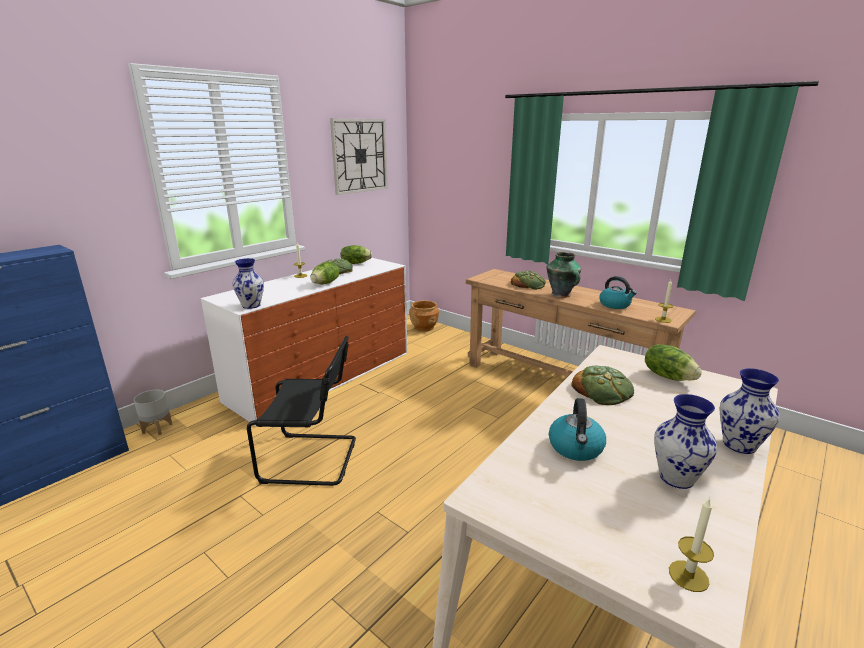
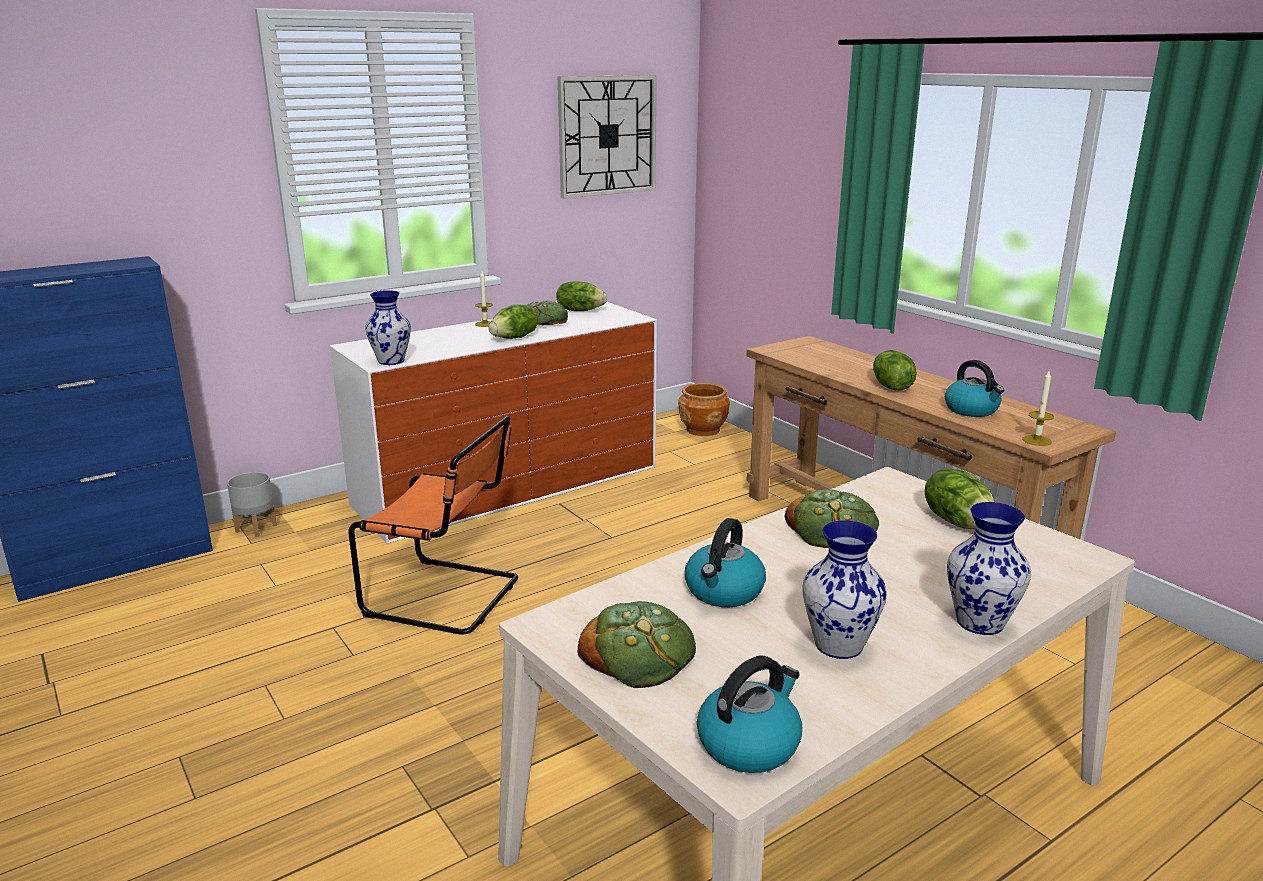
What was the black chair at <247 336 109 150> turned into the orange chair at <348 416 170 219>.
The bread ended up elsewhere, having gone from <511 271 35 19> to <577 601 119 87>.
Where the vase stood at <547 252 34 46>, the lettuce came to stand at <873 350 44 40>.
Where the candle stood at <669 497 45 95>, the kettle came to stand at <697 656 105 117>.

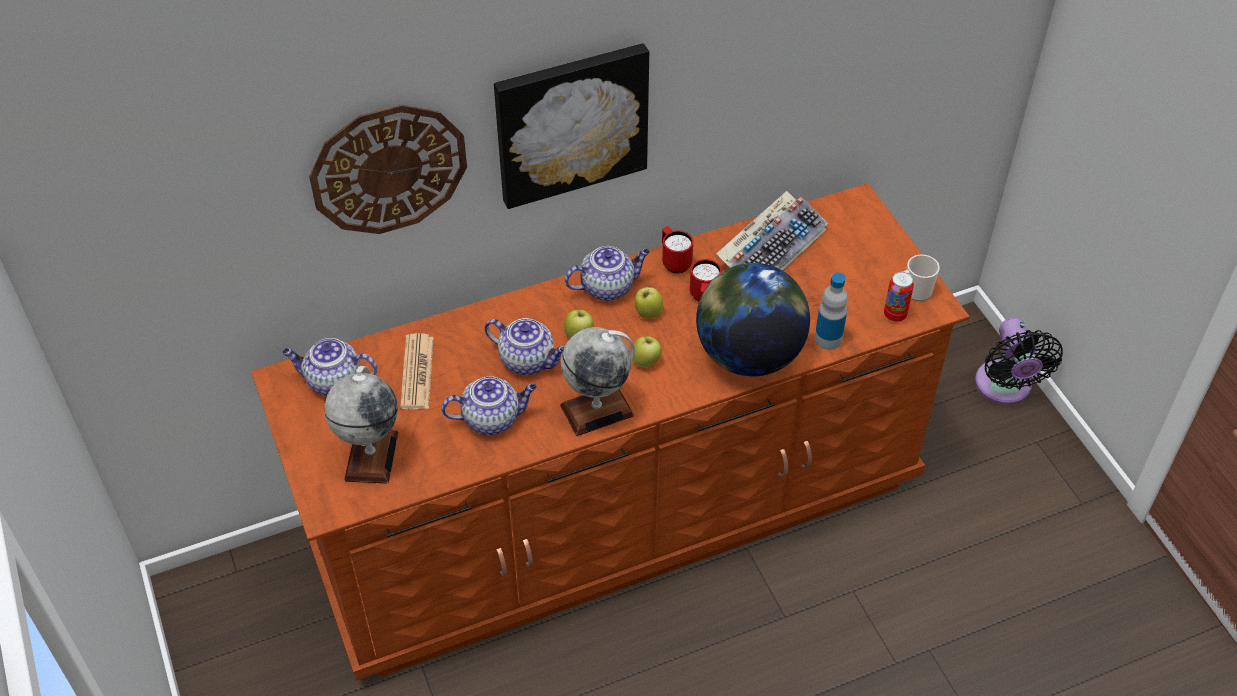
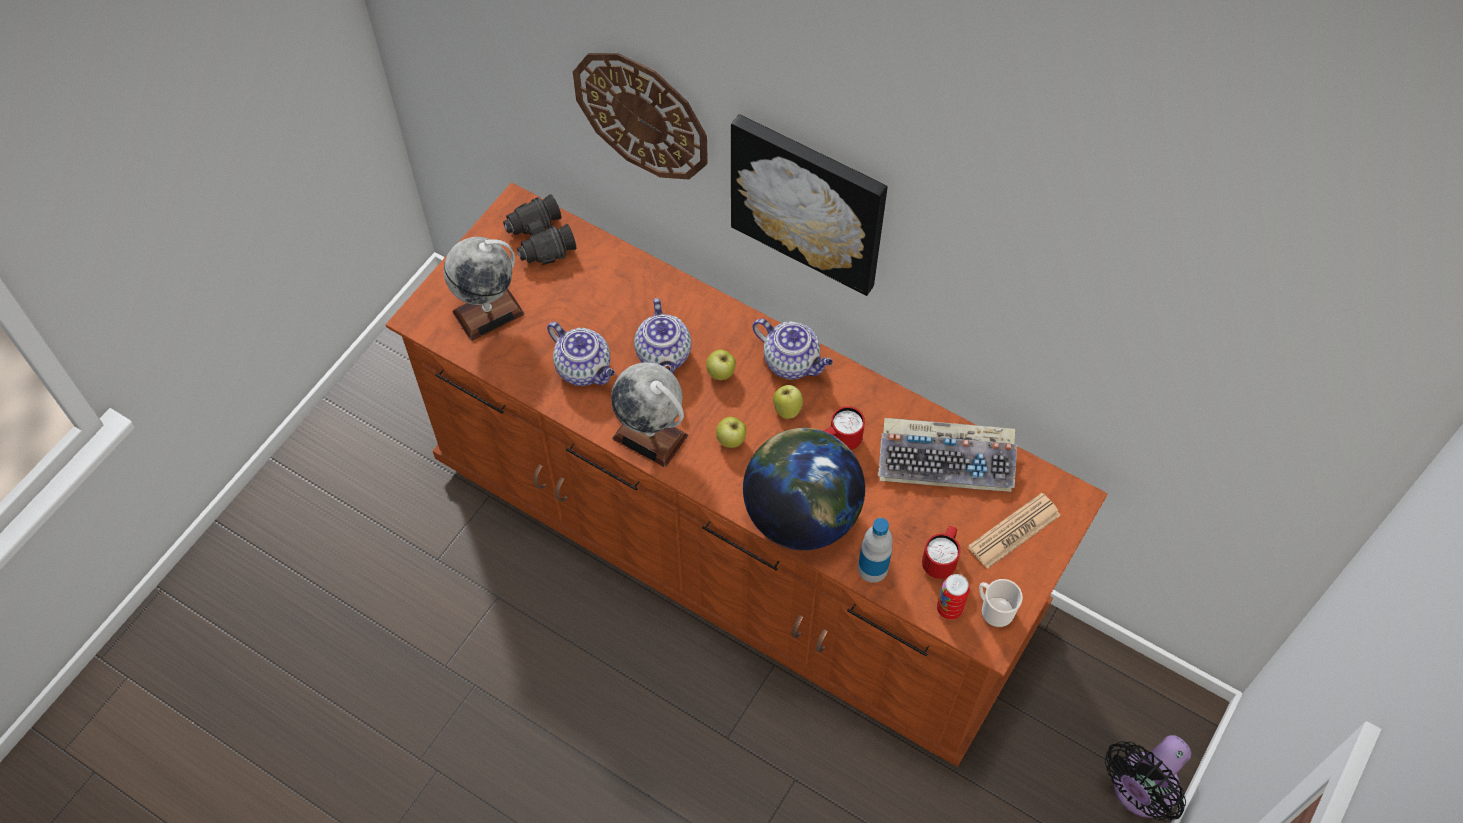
Where the teapot stood at <282 338 95 58>, the black binoculars came to stand at <503 194 73 71>.
The newspaper ended up elsewhere, having gone from <400 333 34 76> to <968 493 93 76>.
The red mug ended up elsewhere, having gone from <662 227 31 46> to <922 526 38 53>.

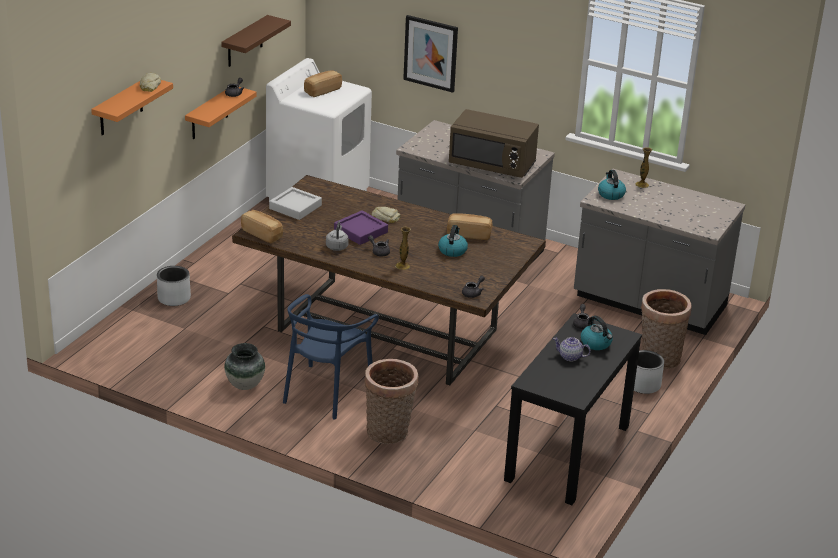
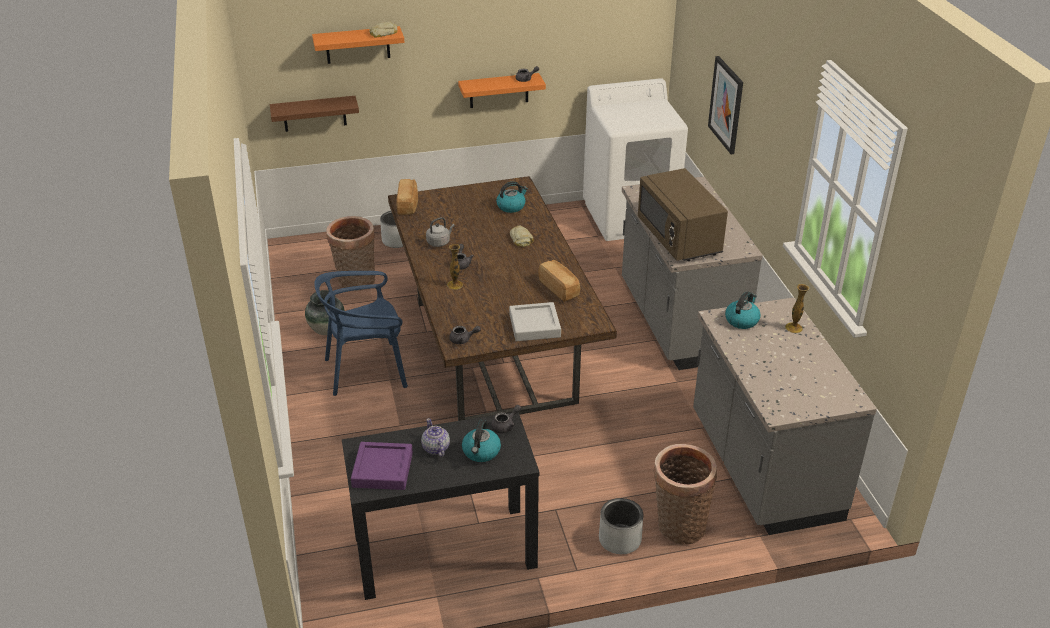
The brown shelf ended up elsewhere, having gone from <221 15 70 52> to <270 96 89 36>.
The grey tray ended up elsewhere, having gone from <269 187 53 33> to <509 302 52 39>.
The second view lost the bread at <304 71 38 26>.
The purple tray ended up elsewhere, having gone from <334 210 54 35> to <351 442 62 48>.
The basket ended up elsewhere, having gone from <364 359 54 85> to <326 216 49 75>.
The kettle ended up elsewhere, having gone from <438 225 30 32> to <496 181 32 32>.

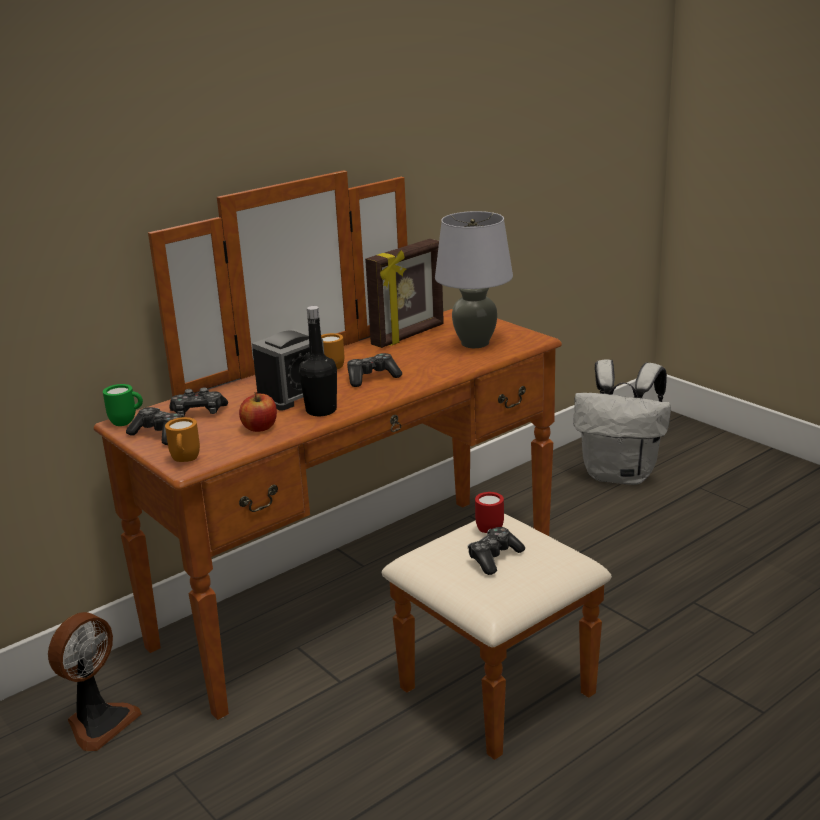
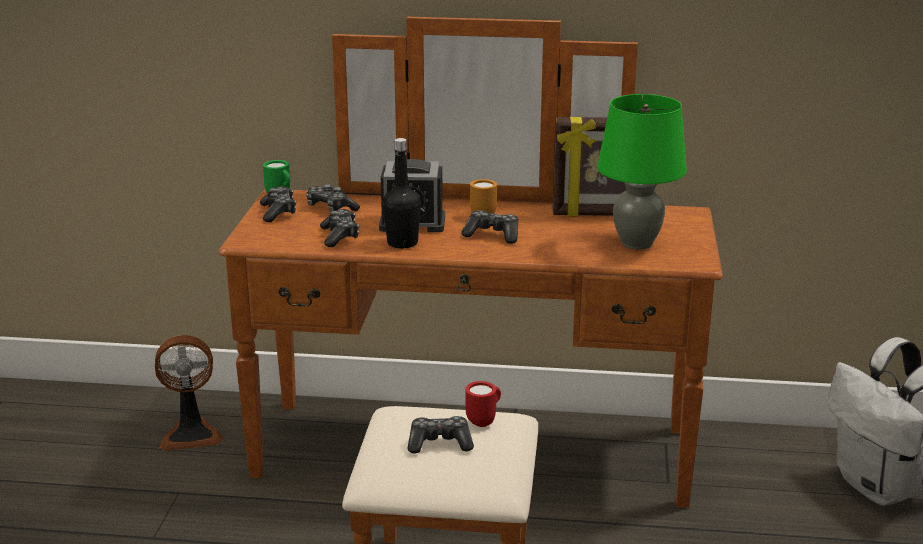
The second view lost the orange mug at <165 417 35 45>.
Where the apple stood at <239 392 38 40>, the game controller came to stand at <320 209 39 38>.
What was the grey table lamp at <435 211 78 137> turned into the green table lamp at <597 94 90 156>.

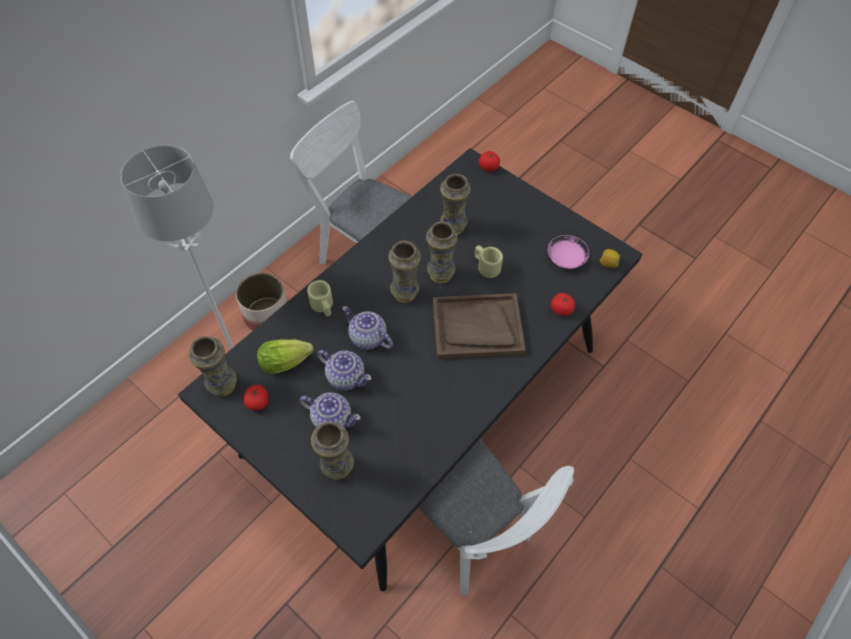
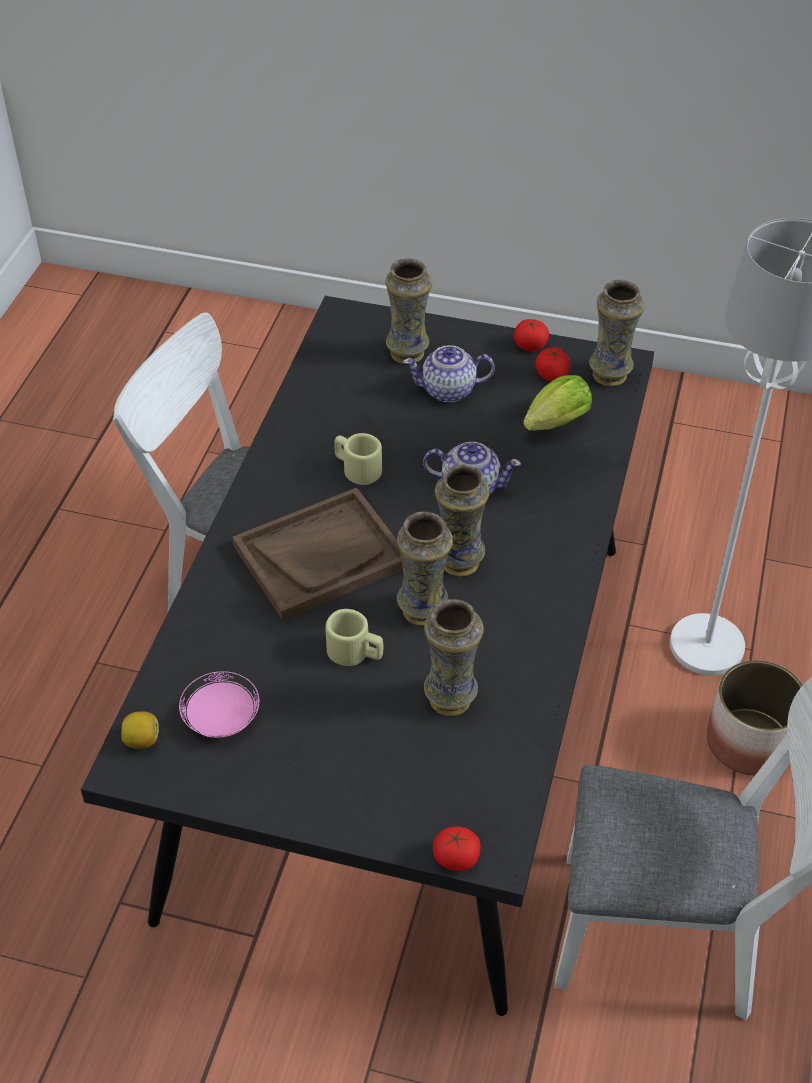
The beige mug ended up elsewhere, having gone from <307 280 26 36> to <334 433 48 52>.
The second view lost the teapot at <317 350 55 41>.
The tomato ended up elsewhere, having gone from <551 293 24 23> to <514 319 35 32>.

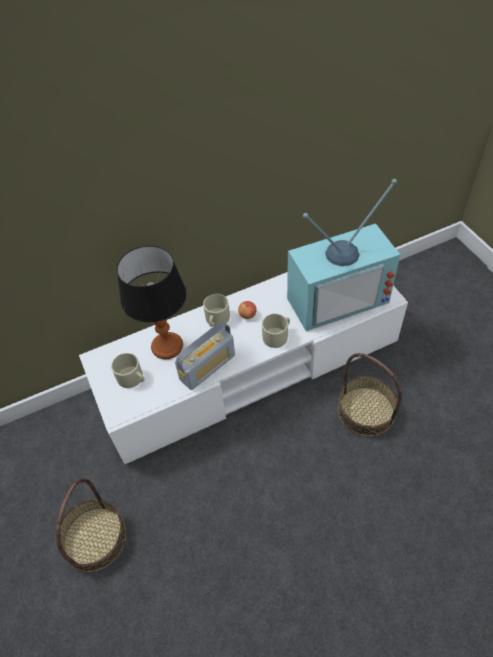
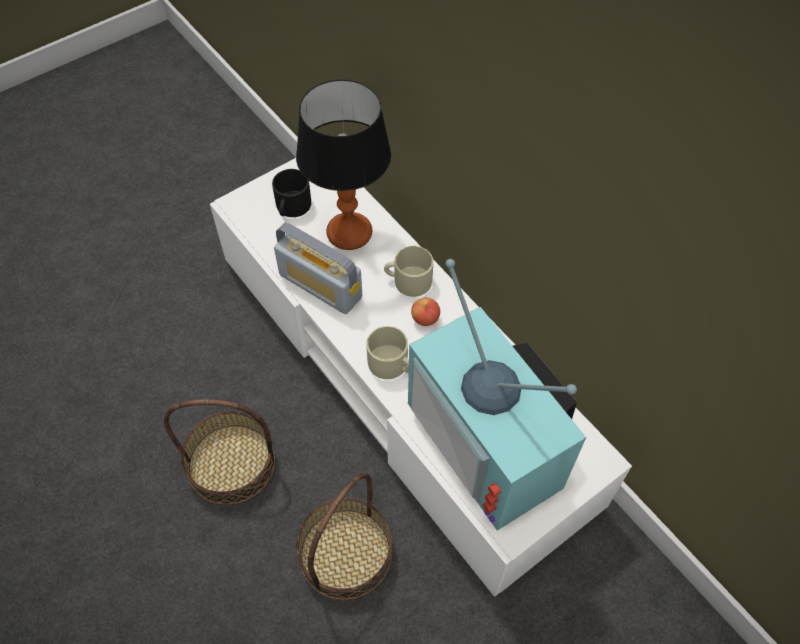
The basket ended up elsewhere, having gone from <56 478 71 94> to <164 399 111 106>.
What was the beige mug at <111 353 33 35> turned into the black mug at <272 169 39 48>.

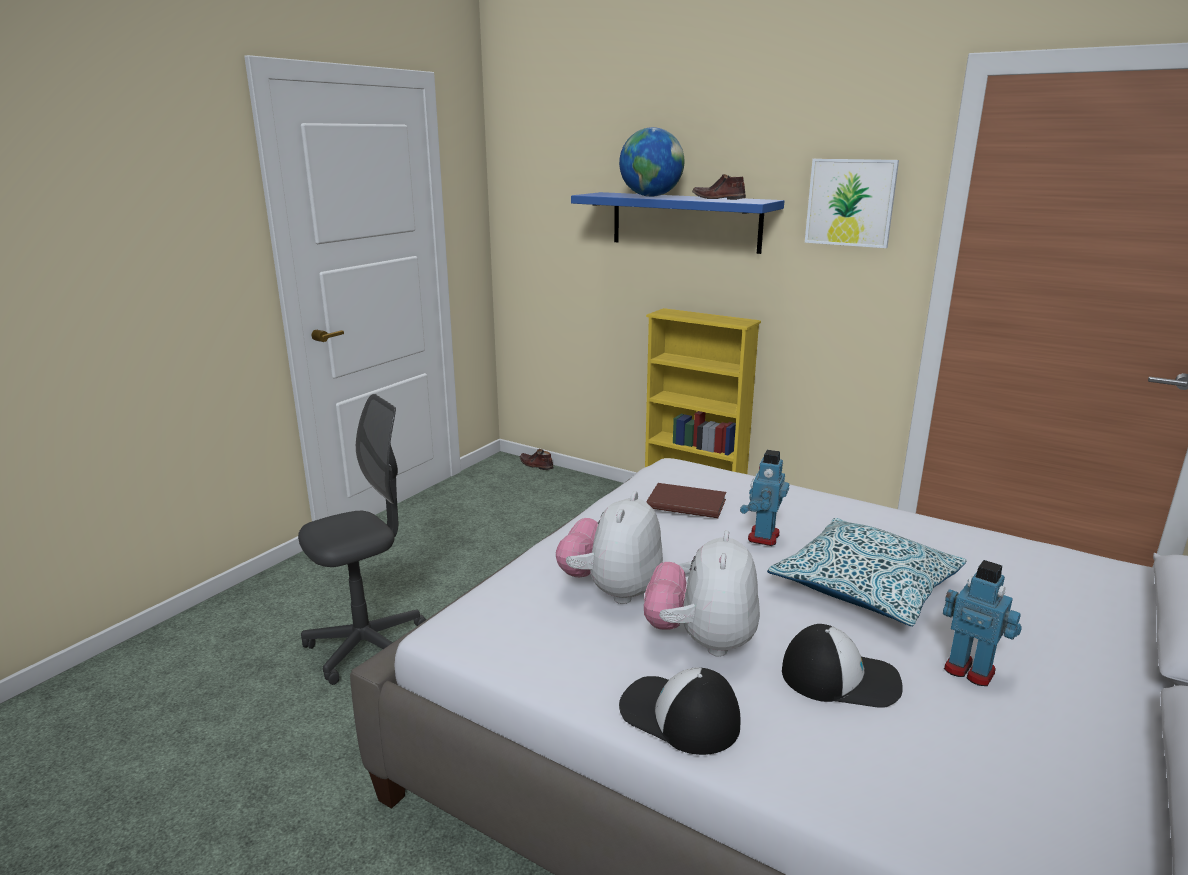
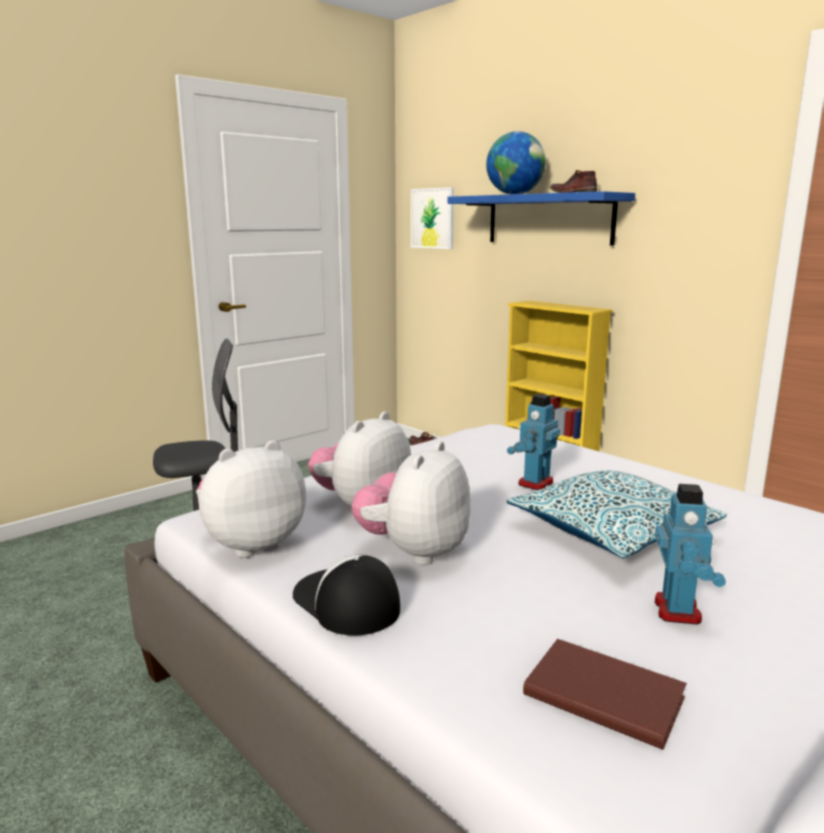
The brown book ended up elsewhere, having gone from <647 483 79 35> to <523 639 164 111>.
The second view lost the cap at <782 624 121 84>.
The picture ended up elsewhere, having gone from <805 159 94 89> to <411 187 43 62>.
The toy robot at <943 560 79 126> ended up facing another way, 45 degrees clockwise from before.
The second view gained the plush toy at <196 440 110 118>.

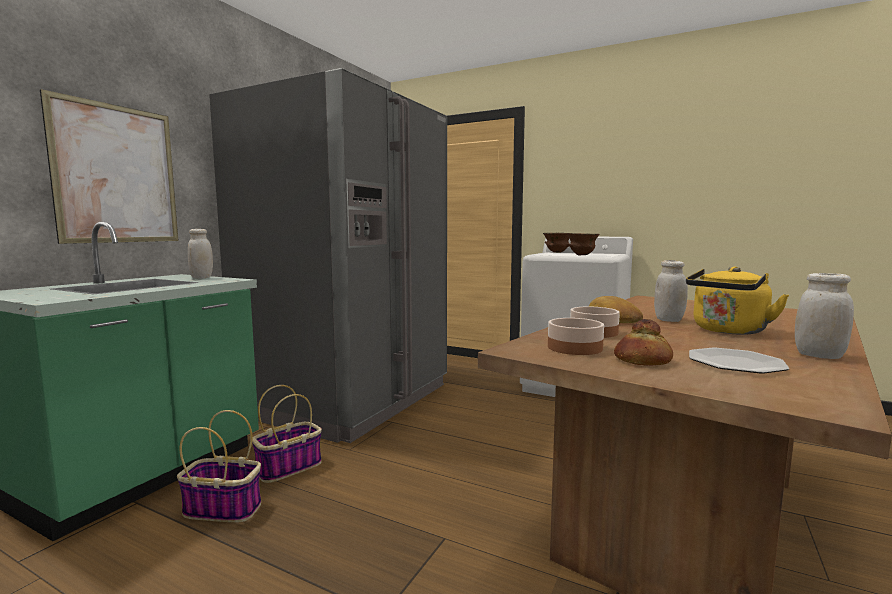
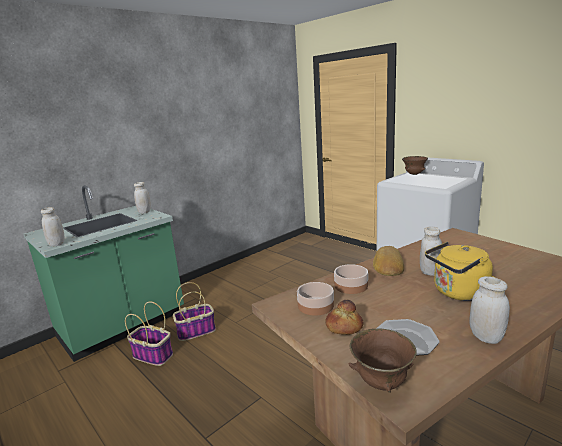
The second view lost the picture at <40 89 139 155>.
The second view lost the grey fridge at <209 68 238 375>.
The brown bowl ended up elsewhere, having gone from <567 233 32 23> to <349 329 68 64>.
The second view gained the white jar at <41 207 23 40>.

